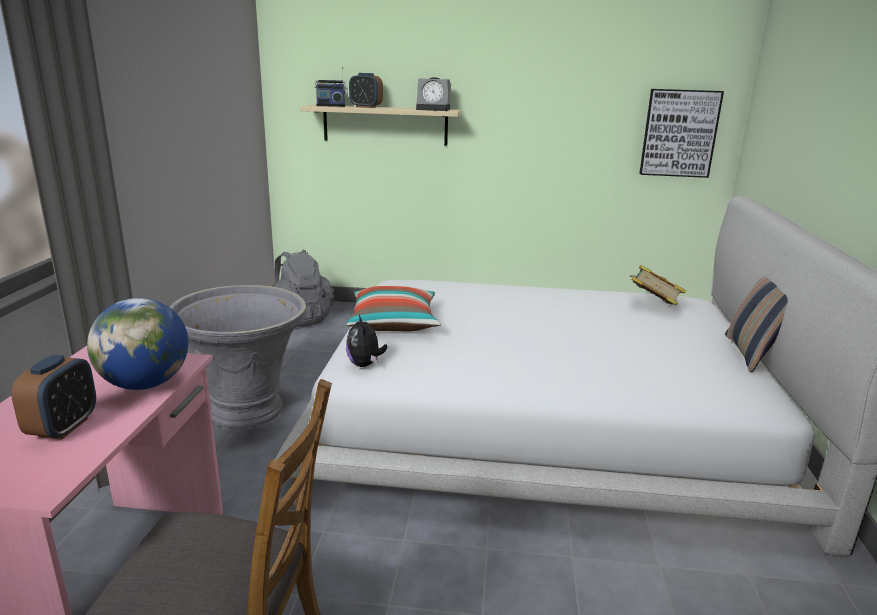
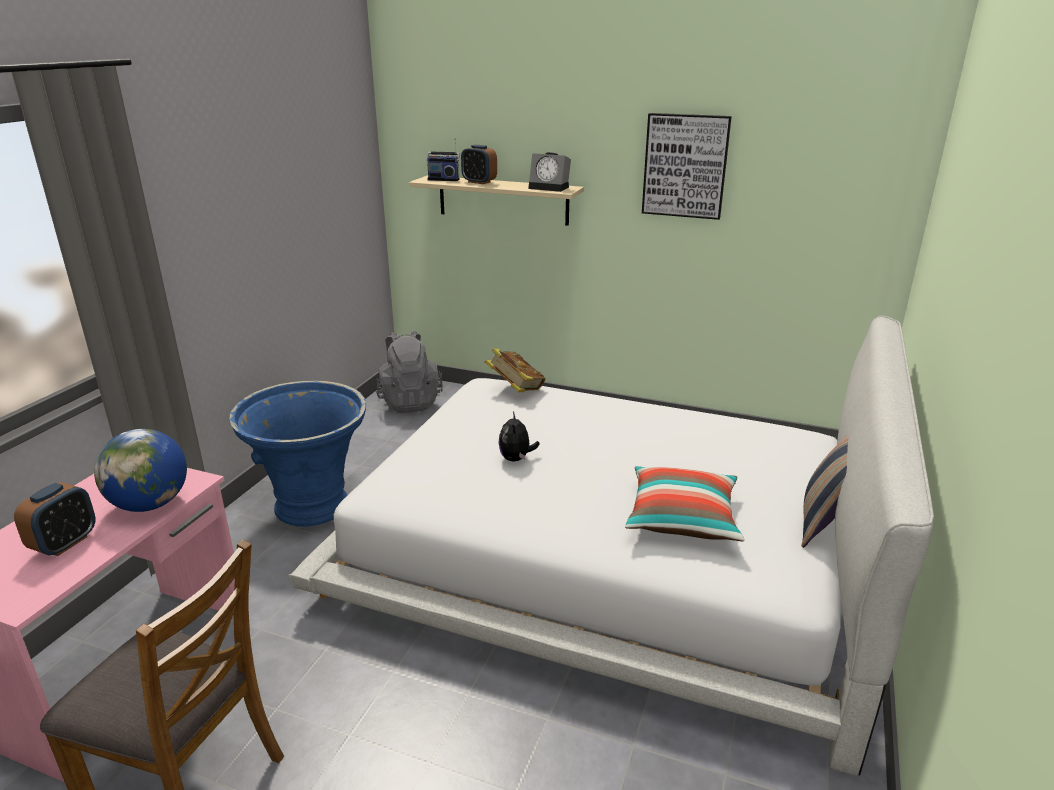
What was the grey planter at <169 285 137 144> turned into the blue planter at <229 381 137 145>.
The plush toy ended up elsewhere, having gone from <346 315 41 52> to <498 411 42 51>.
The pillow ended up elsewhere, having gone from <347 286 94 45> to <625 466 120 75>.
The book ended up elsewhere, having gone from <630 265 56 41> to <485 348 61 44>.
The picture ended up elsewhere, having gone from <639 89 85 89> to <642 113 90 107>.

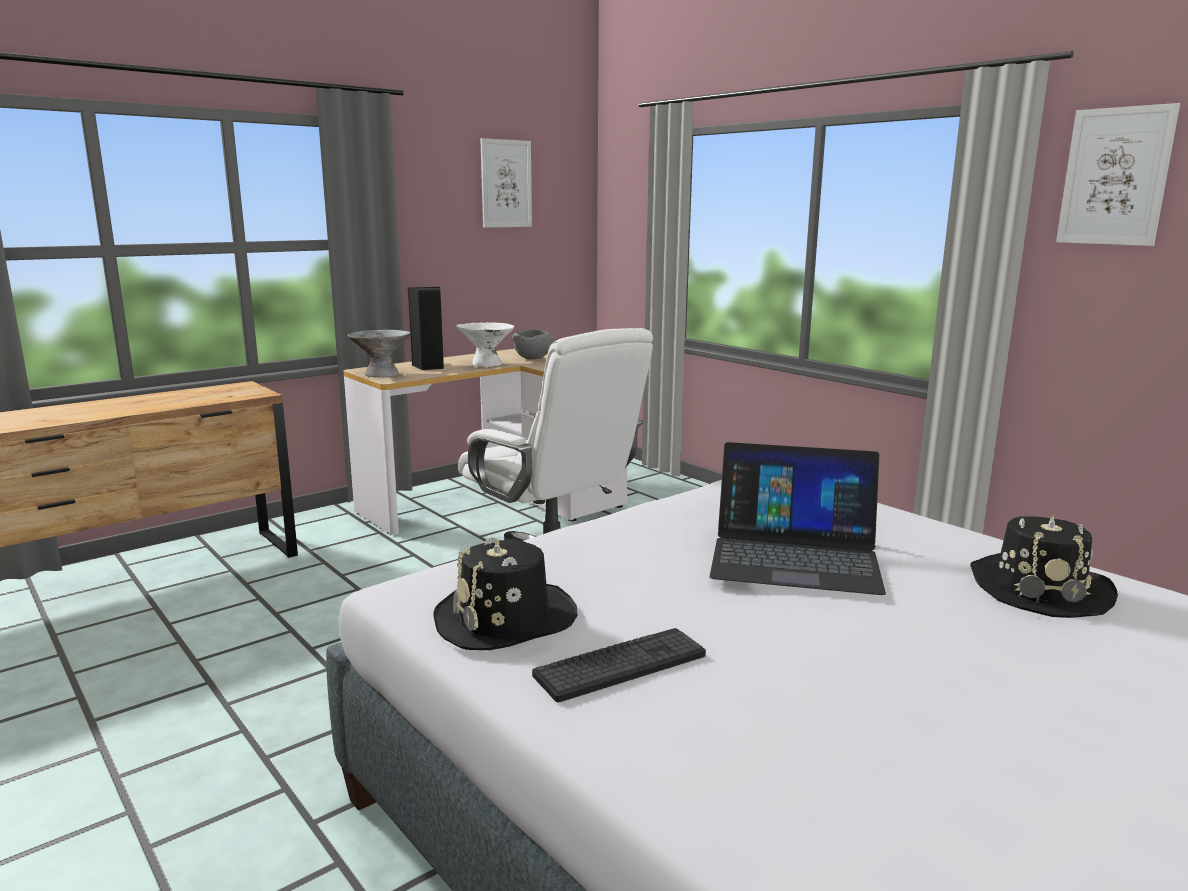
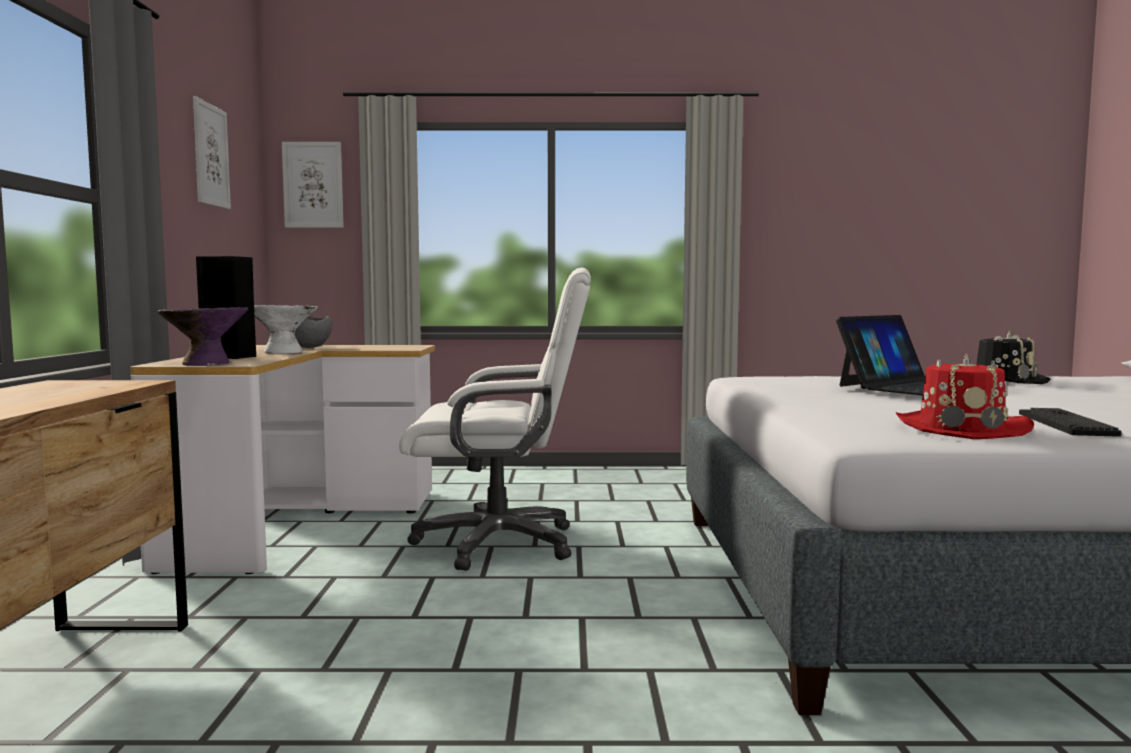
What was the grey bowl at <347 330 64 47> turned into the purple bowl at <158 307 91 58>.
What was the black hat at <433 537 145 113> turned into the red hat at <895 353 139 86>.
The picture ended up elsewhere, having gone from <1056 103 124 143> to <282 142 62 86>.

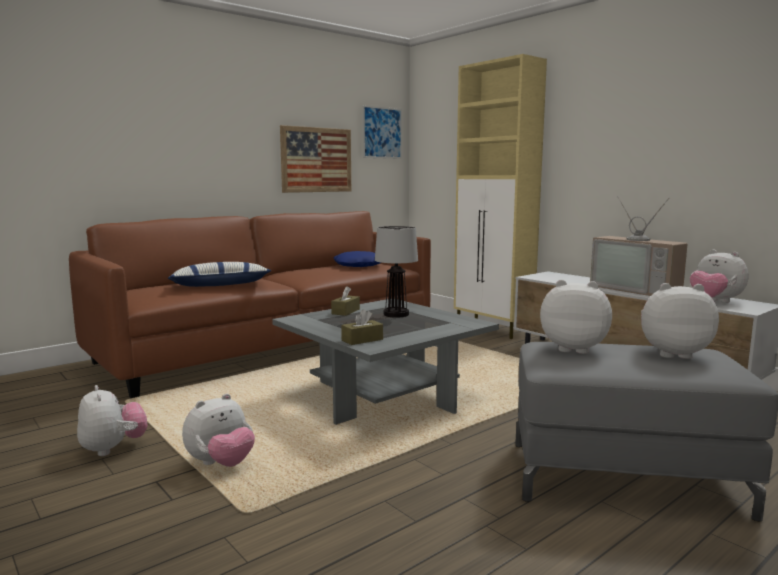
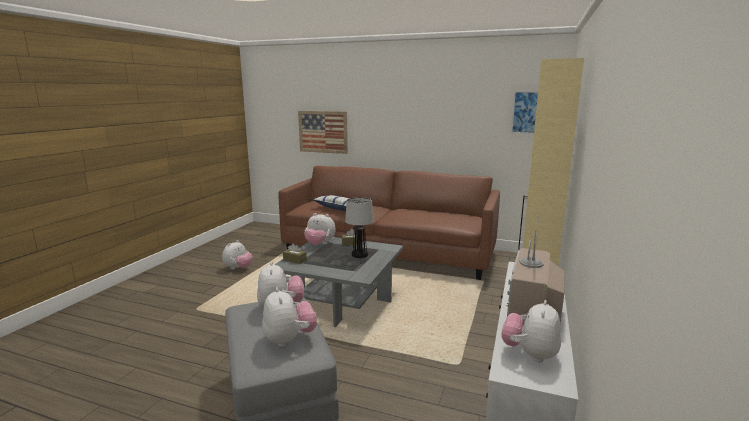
The plush toy ended up elsewhere, having gone from <182 394 73 73> to <304 213 31 32>.
The picture ended up elsewhere, having gone from <280 125 71 68> to <298 111 50 43>.
The second view lost the blue pillow at <333 251 48 16>.

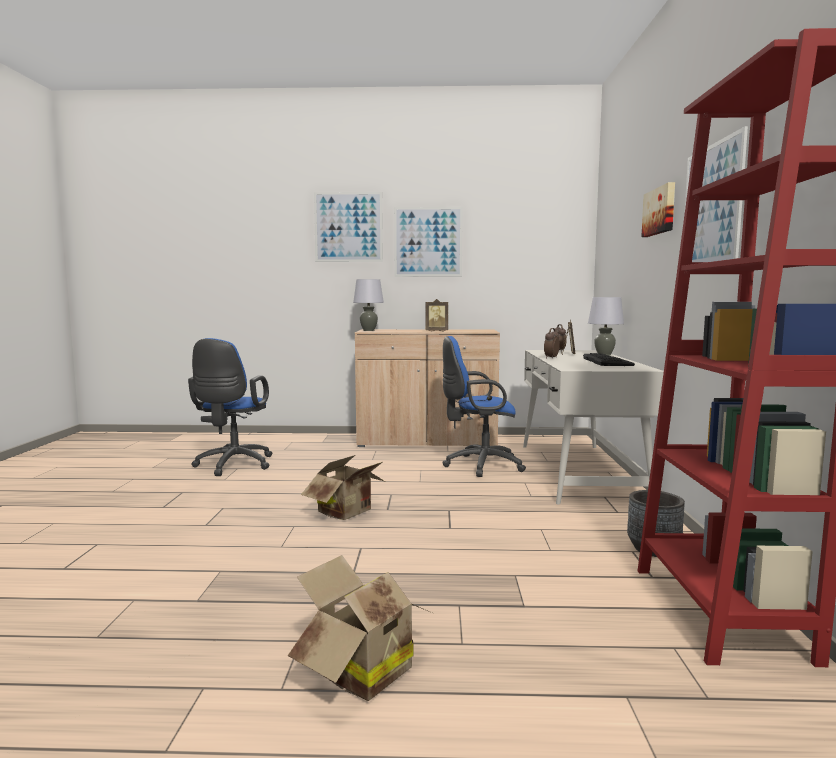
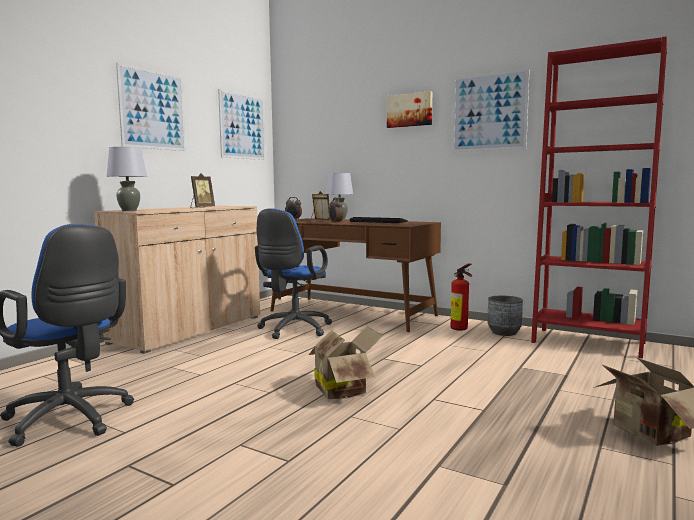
The picture ended up elsewhere, having gone from <314 192 69 70> to <218 89 47 71>.
What was the white desk at <523 350 141 154> turned into the brown desk at <270 218 171 114>.
The second view gained the fire extinguisher at <450 264 22 67>.

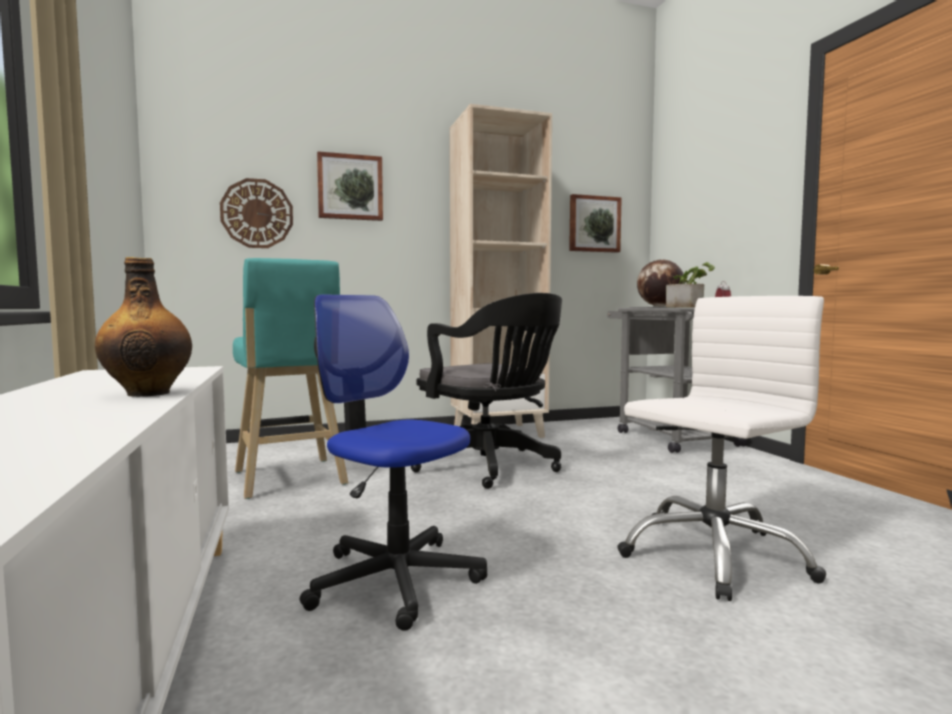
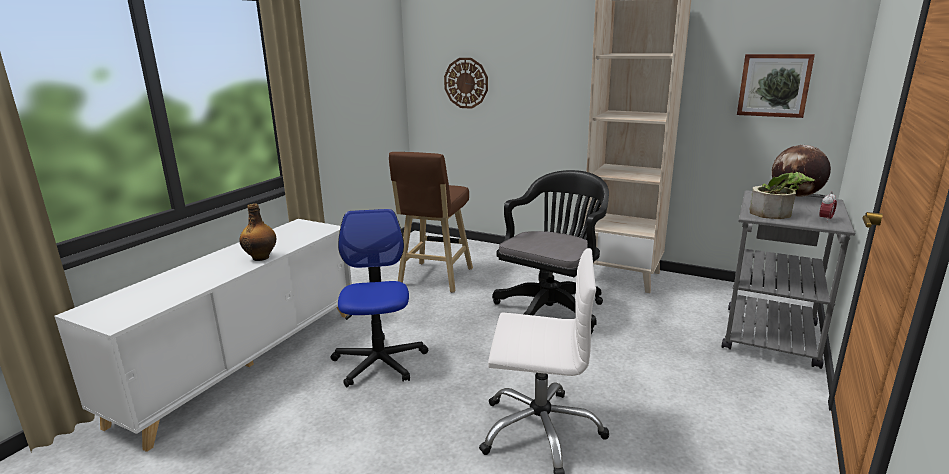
What was the turquoise stool at <233 258 115 241> turned into the brown stool at <389 152 84 141>.
The second view lost the picture at <317 151 66 70>.
The black office chair at <411 293 151 196> ended up facing another way, 150 degrees counterclockwise from before.

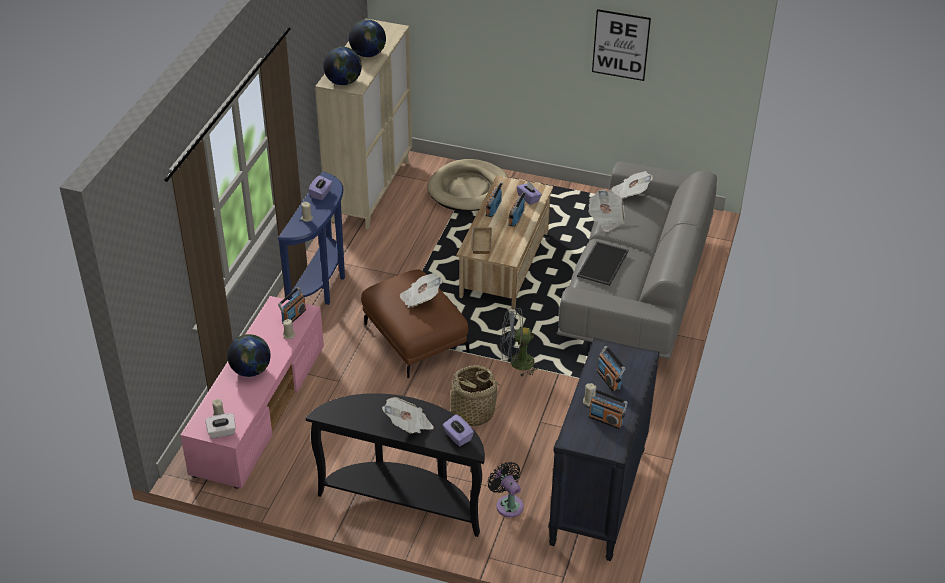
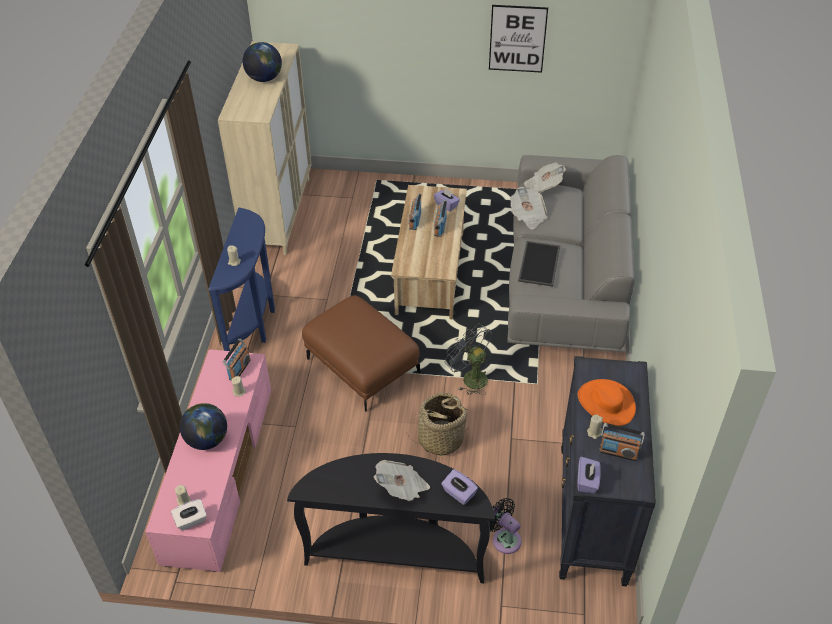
The purple tissue box ended up elsewhere, having gone from <308 175 24 25> to <577 457 24 36>.
The second view lost the globe at <323 47 39 38>.
The second view lost the newspaper at <400 273 43 35>.
The second view lost the beige dog bed at <427 159 81 52>.
The second view lost the beige tray at <471 227 21 27>.
The grey fan at <500 307 39 70> ended up facing another way, 60 degrees clockwise from before.
Where the radio stood at <596 346 30 46>, the orange hat came to stand at <578 379 58 47>.

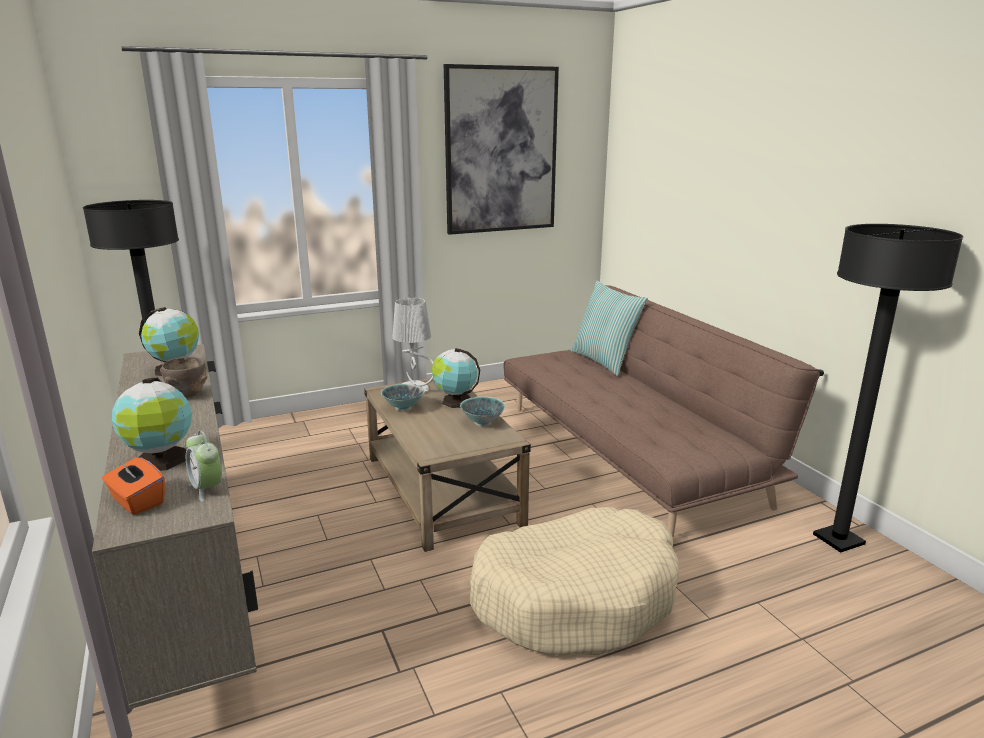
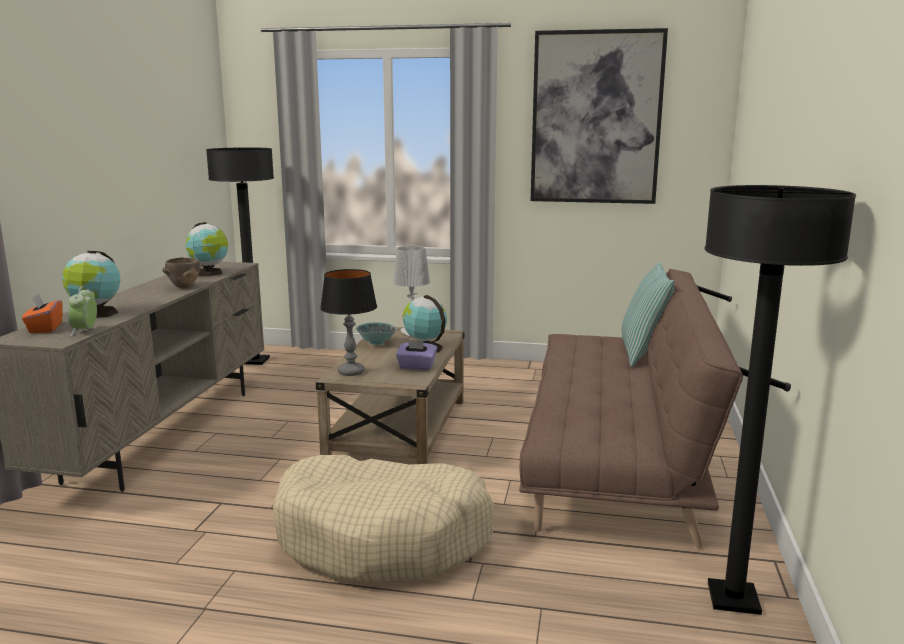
Where the bowl stood at <460 396 45 30>, the purple tissue box came to stand at <396 339 41 31>.
The second view gained the table lamp at <320 269 57 107>.

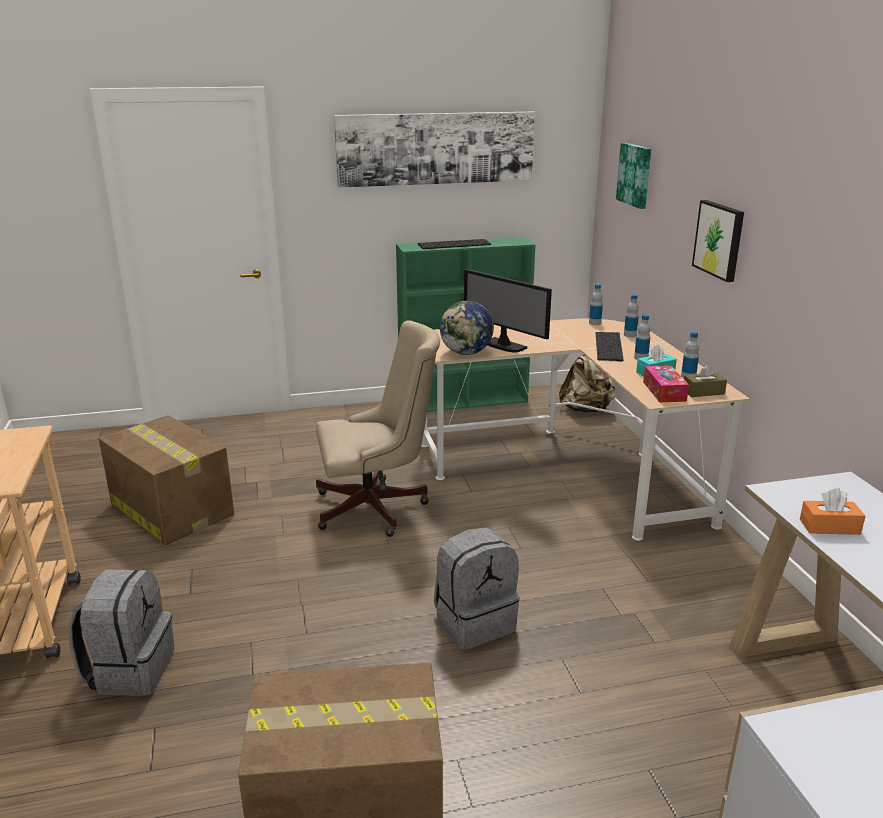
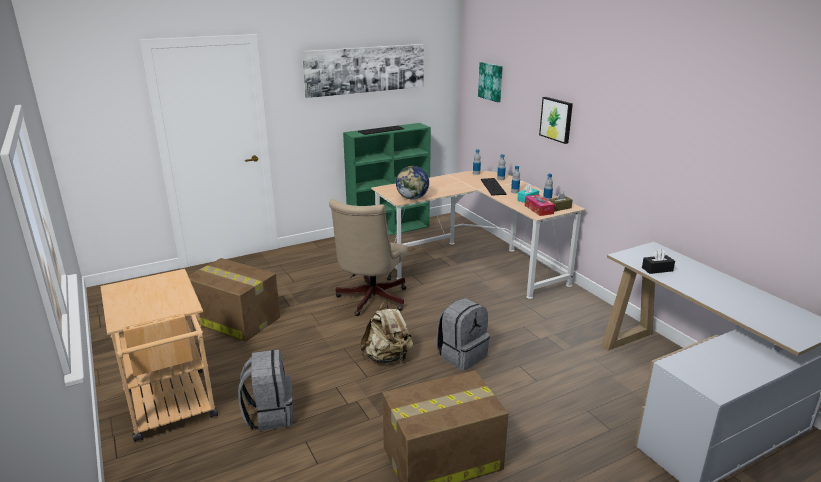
The beige office chair at <316 320 124 217> ended up facing another way, 135 degrees clockwise from before.
The second view lost the monitor at <464 269 88 83>.
The beige backpack ended up elsewhere, having gone from <559 354 57 59> to <360 302 53 61>.
What was the orange tissue box at <800 488 65 47> turned into the black tissue box at <642 249 33 25>.

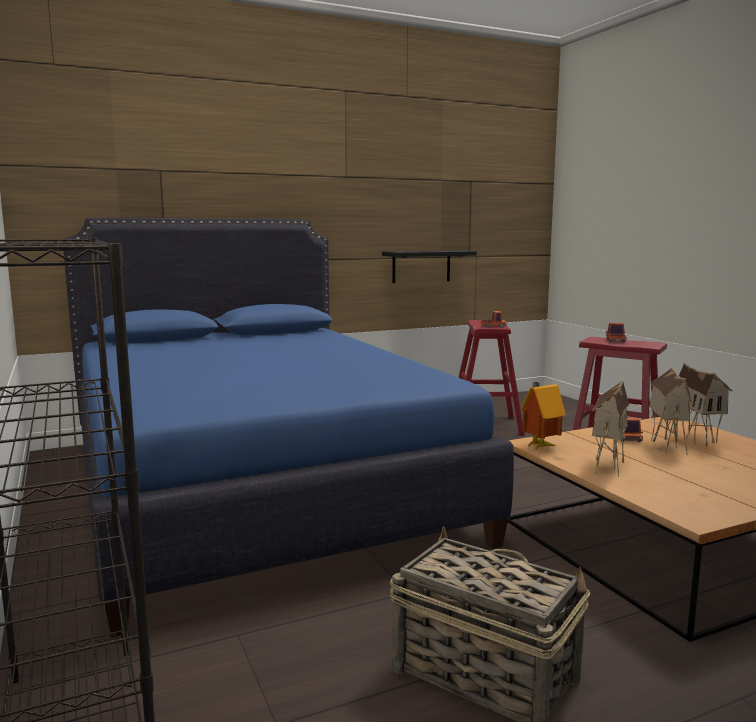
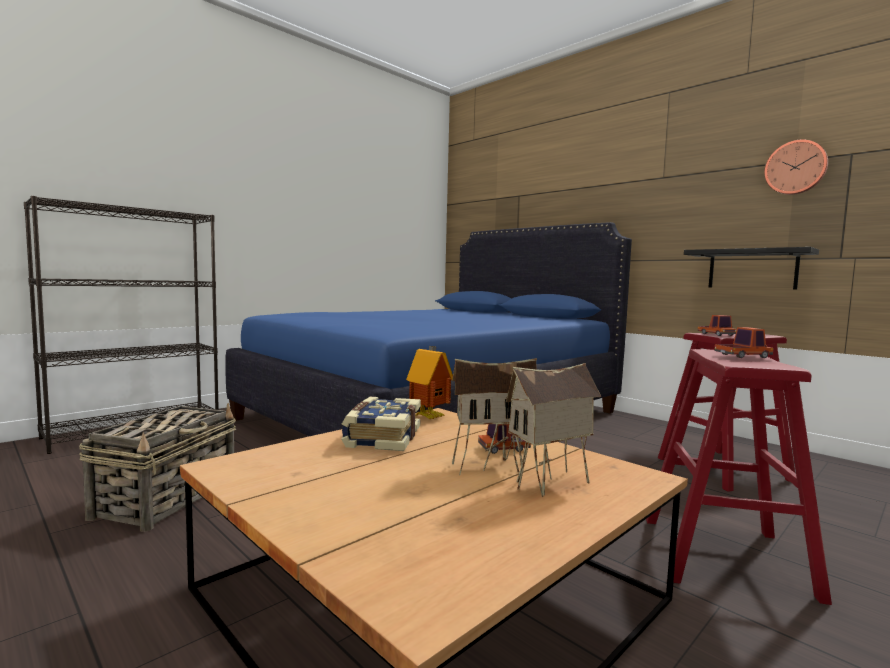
Where the toy house stood at <592 380 37 97>, the book came to stand at <341 397 80 54>.
The second view gained the wall clock at <764 140 64 55>.

